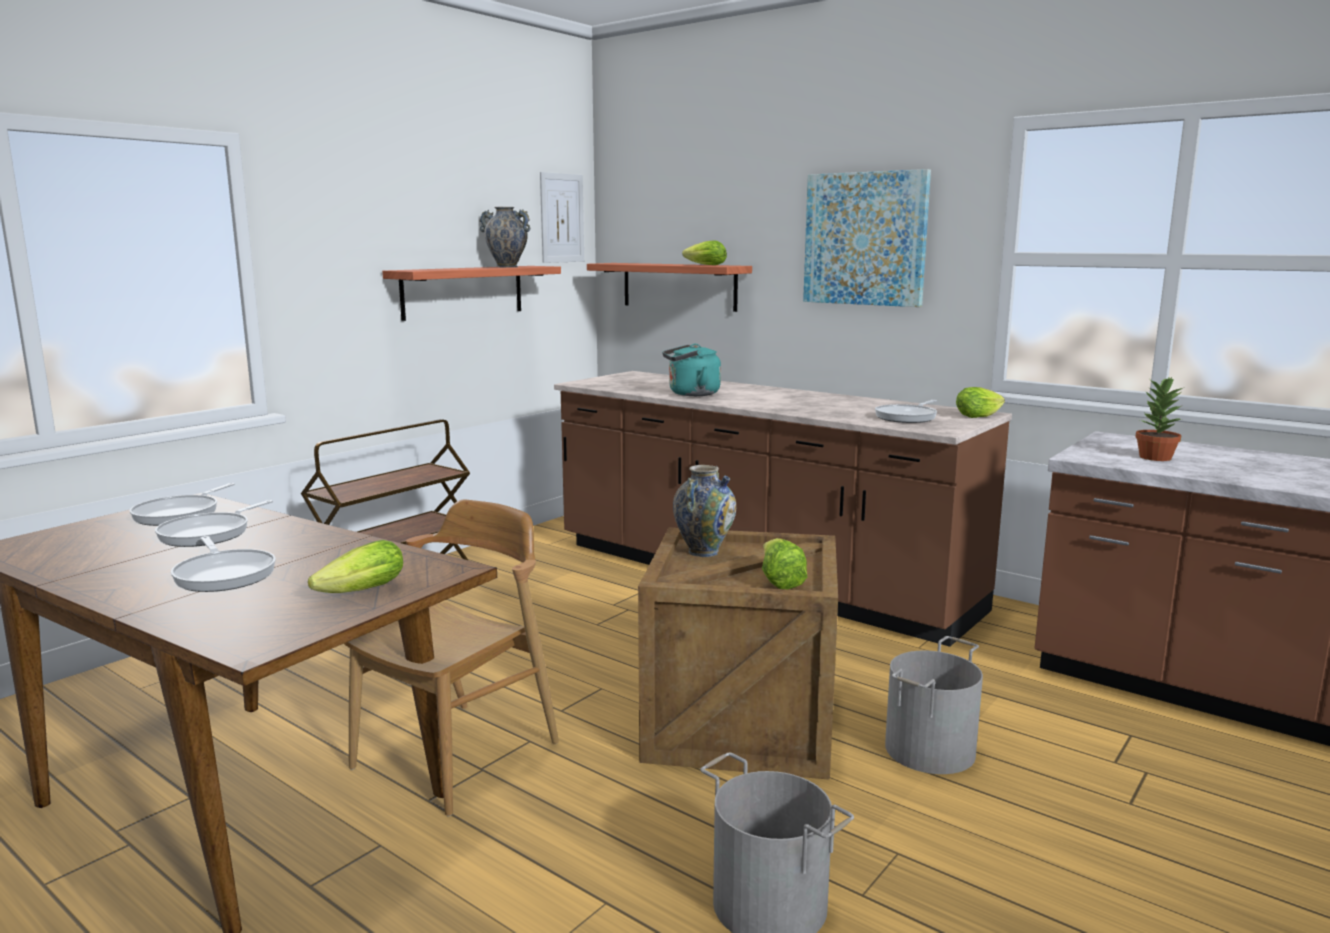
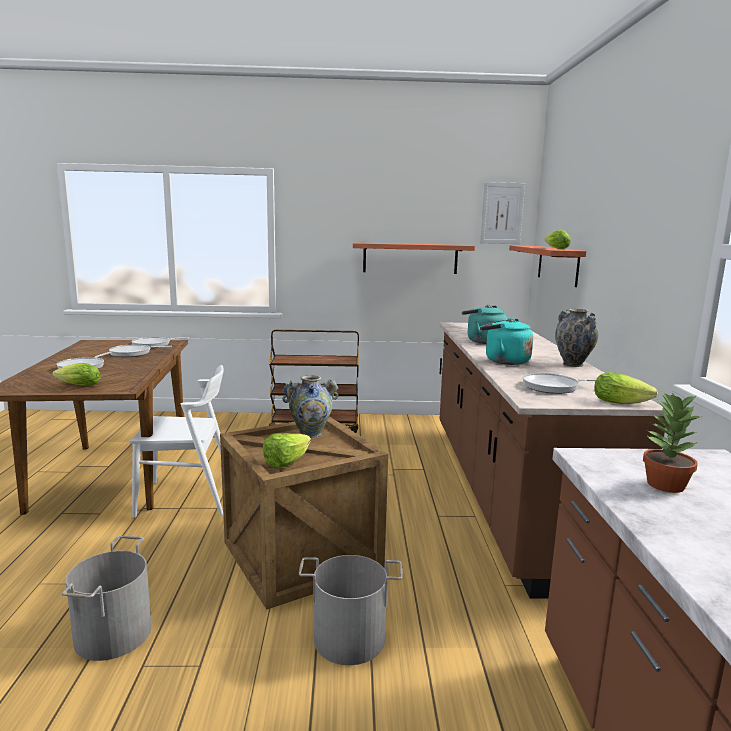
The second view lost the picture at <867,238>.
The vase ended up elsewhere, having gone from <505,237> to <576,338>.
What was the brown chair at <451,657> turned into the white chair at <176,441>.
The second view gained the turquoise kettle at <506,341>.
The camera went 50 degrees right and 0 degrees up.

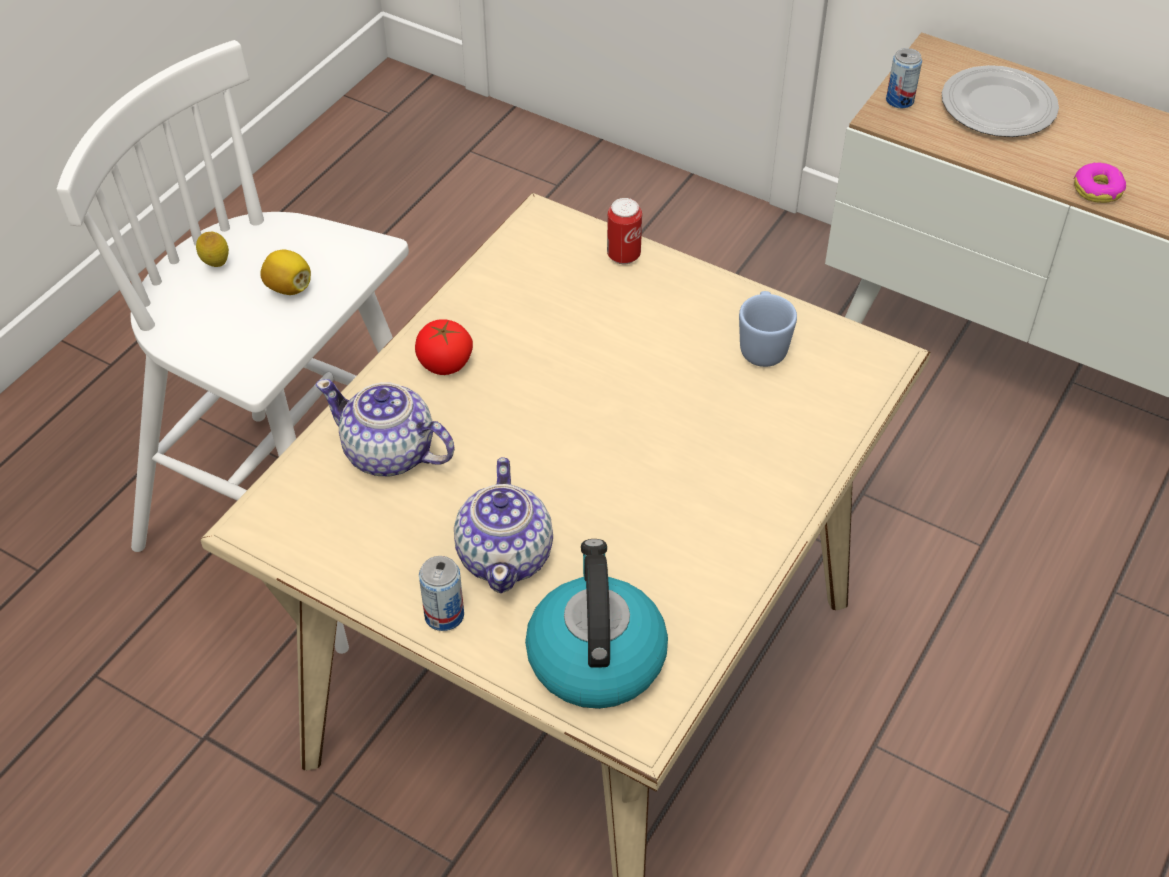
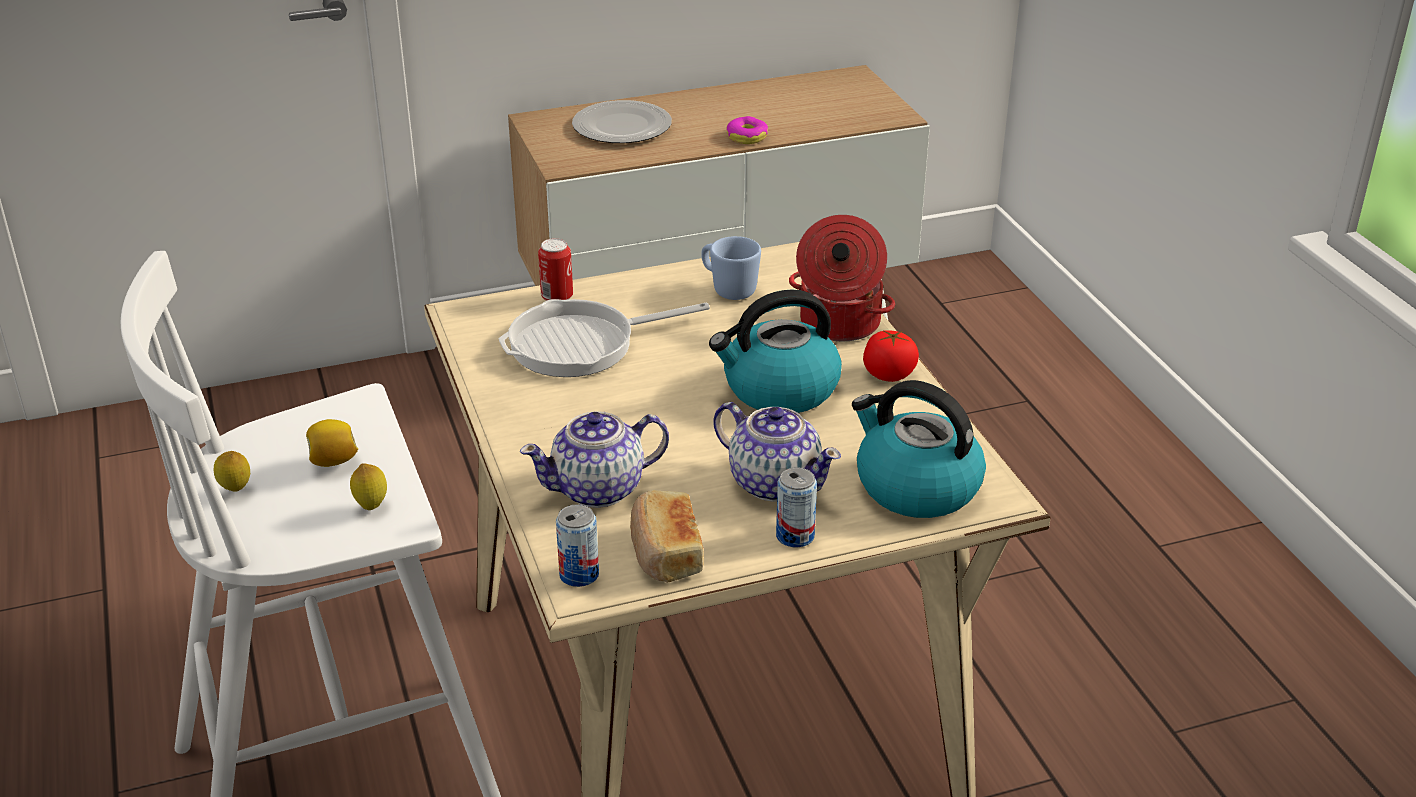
The can ended up elsewhere, having gone from <904,78> to <577,546>.
The tomato ended up elsewhere, having gone from <444,347> to <891,356>.
The second view gained the cooking pot at <842,278>.
The second view gained the kettle at <775,351>.
The second view gained the frying pan at <604,338>.
The second view gained the lemon at <368,486>.
The second view gained the bread at <667,536>.
The camera went 50 degrees left and 15 degrees down.

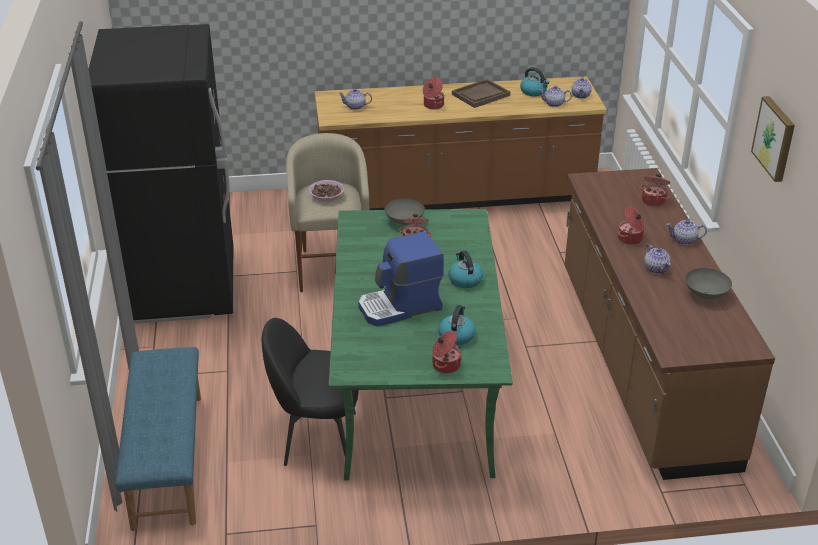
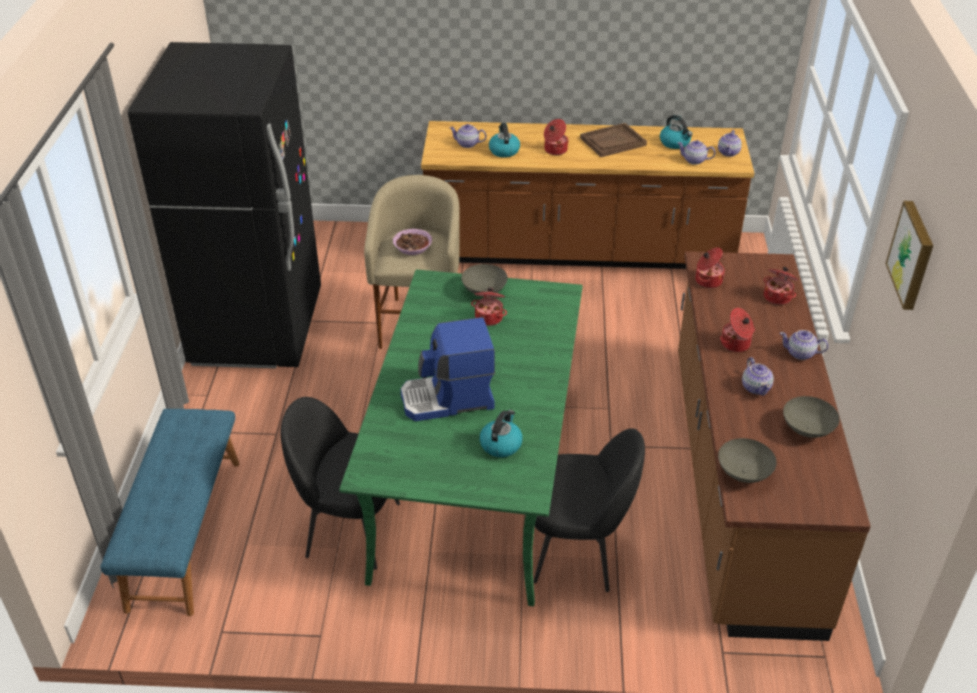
The kettle ended up elsewhere, having gone from <465,269> to <504,140>.
The cooking pot ended up elsewhere, having gone from <447,352> to <710,268>.
The second view gained the black chair at <589,510>.
The second view gained the grey bowl at <747,460>.
The camera went 10 degrees right and 5 degrees up.

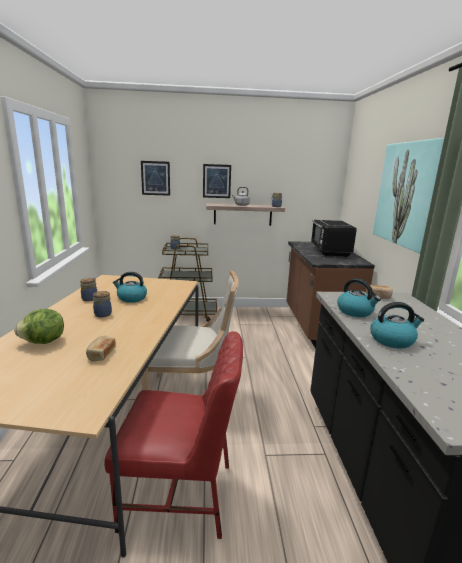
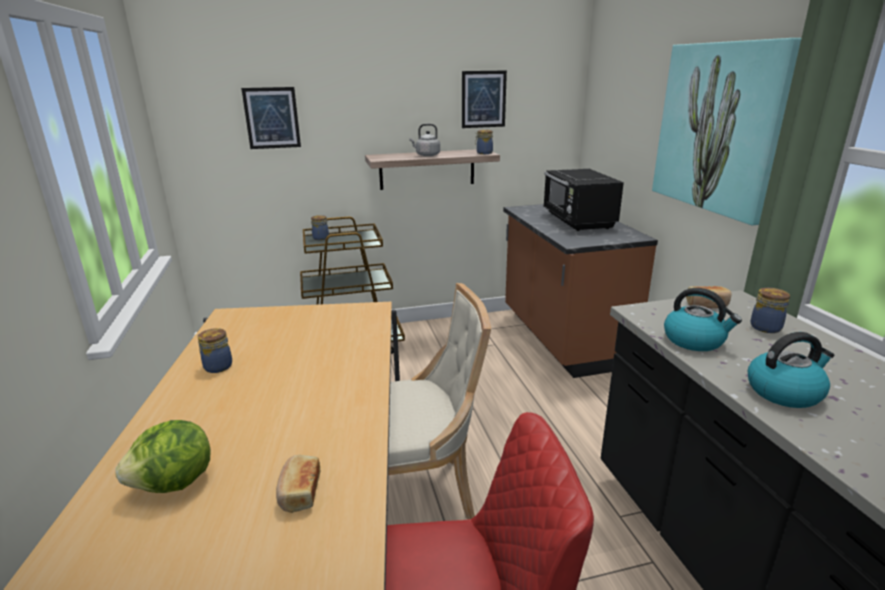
The picture ended up elsewhere, having gone from <217,181> to <484,99>.
The second view lost the kettle at <130,287>.
The jar ended up elsewhere, having gone from <102,304> to <770,310>.
The camera went 10 degrees left and 5 degrees up.

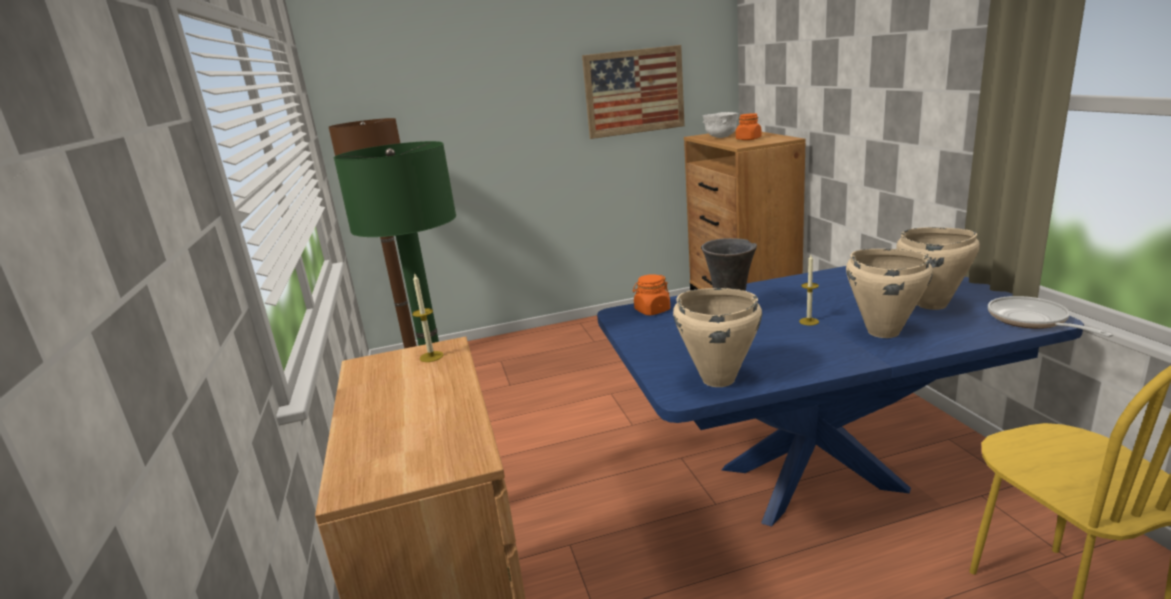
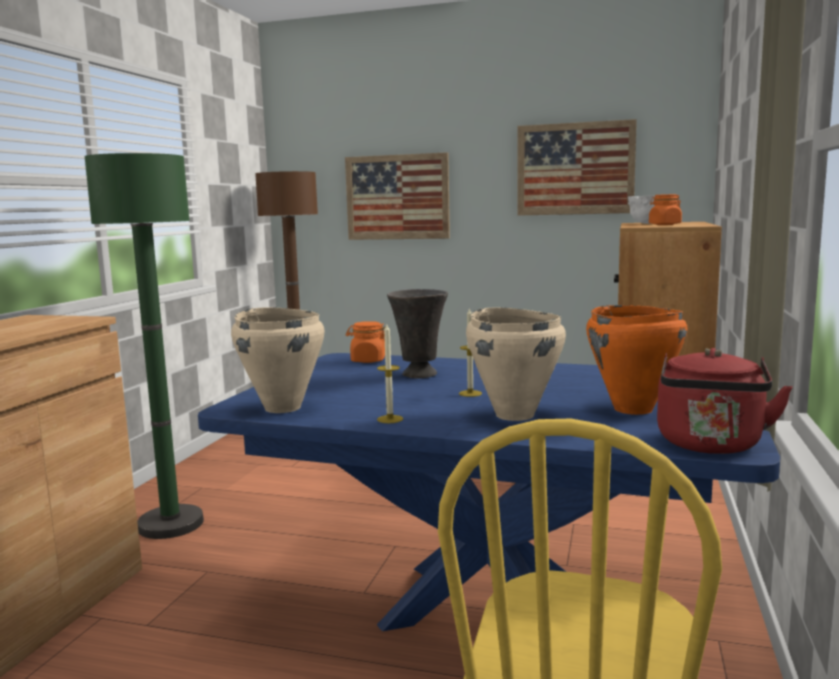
What was the beige cooking pot at <938,268> turned into the orange cooking pot at <637,360>.
The candle ended up elsewhere, having gone from <427,318> to <390,373>.
Where the frying pan stood at <1050,316>, the red kettle came to stand at <725,401>.
The second view gained the picture at <397,196>.
The camera went 30 degrees right and 10 degrees down.

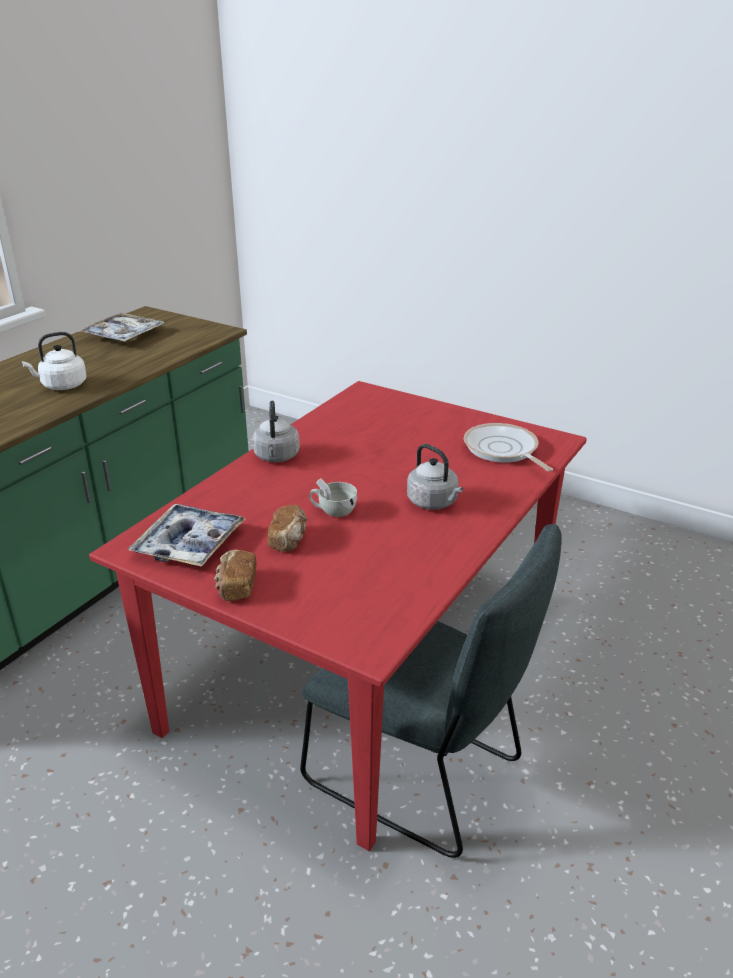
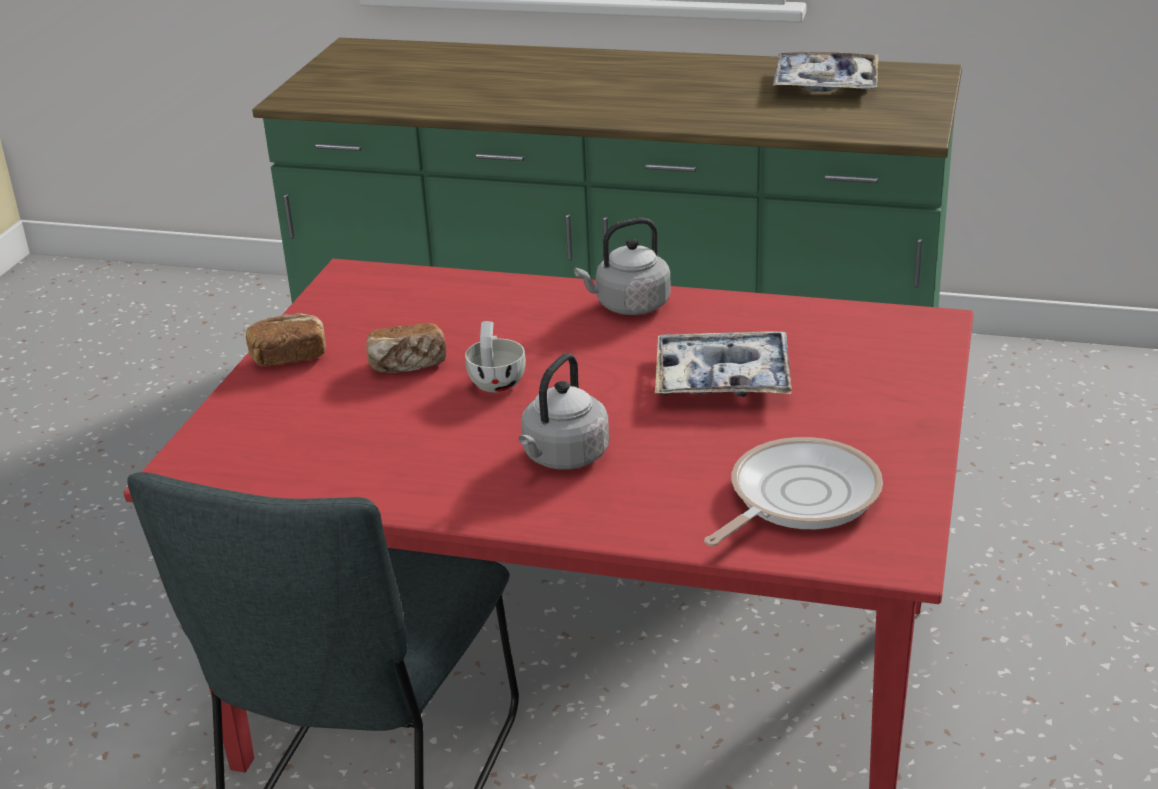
The second view lost the white kettle at <54,361>.
The tray ended up elsewhere, having gone from <186,535> to <723,364>.
The camera went 75 degrees right and 0 degrees up.

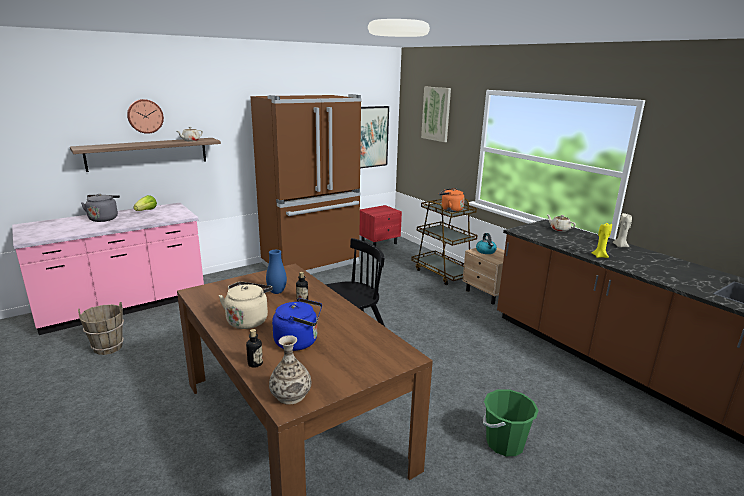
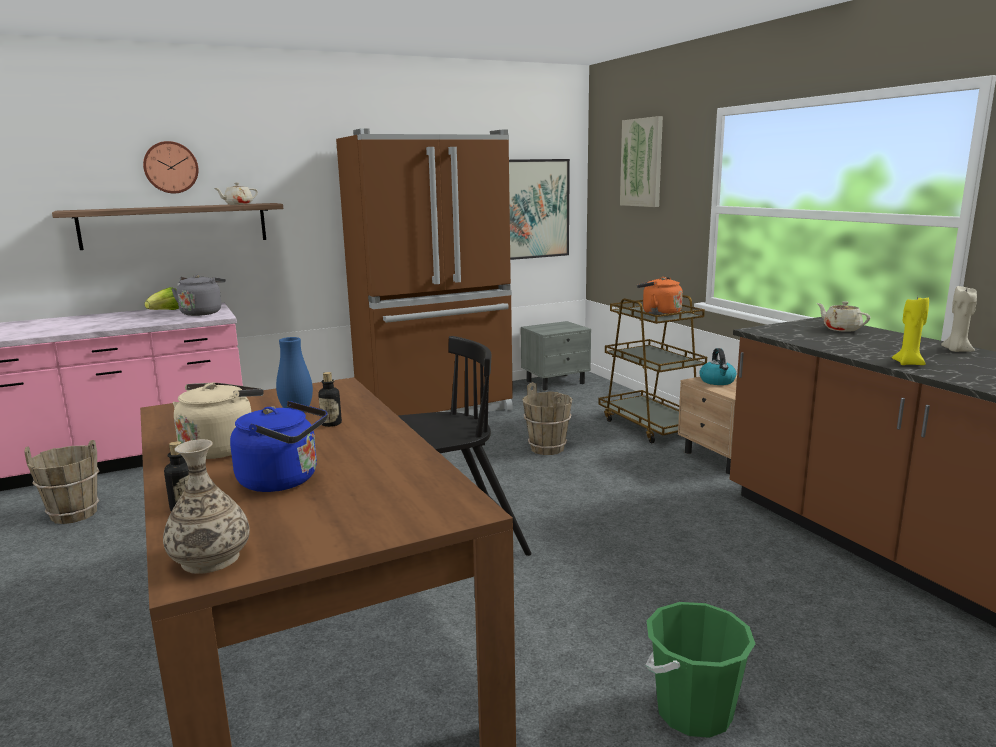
The grey kettle ended up elsewhere, having gone from <100,208> to <198,295>.
What was the red nightstand at <380,225> turned into the grey nightstand at <556,355>.
The second view gained the brown bucket at <547,418>.
The camera went 10 degrees right and 5 degrees down.

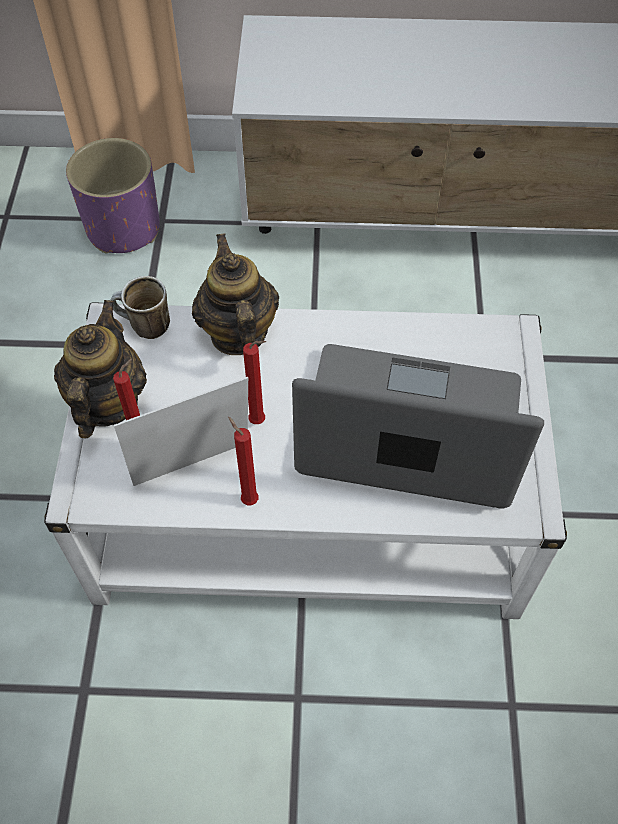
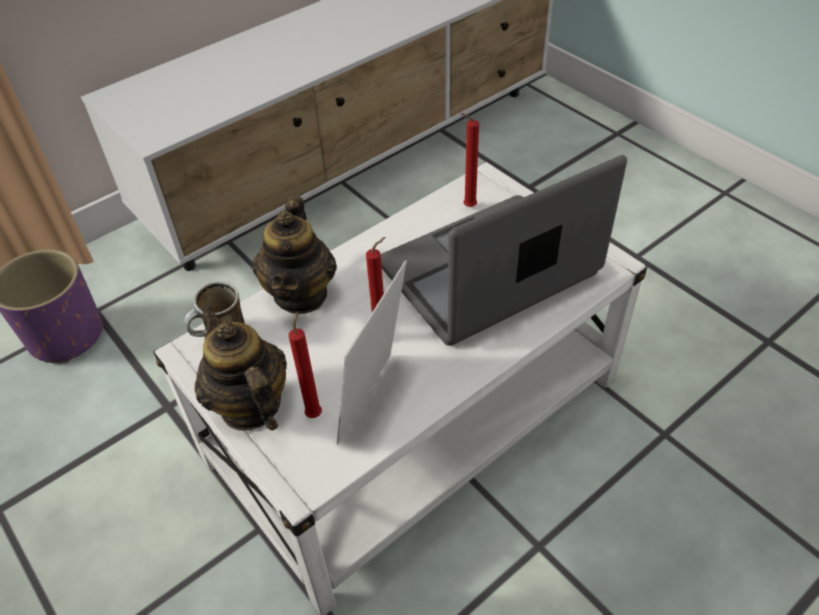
The teapot at <235,294> ended up facing another way, 120 degrees counterclockwise from before.
The red candle ended up elsewhere, having gone from <243,461> to <469,160>.
The camera went 40 degrees left and 10 degrees down.

